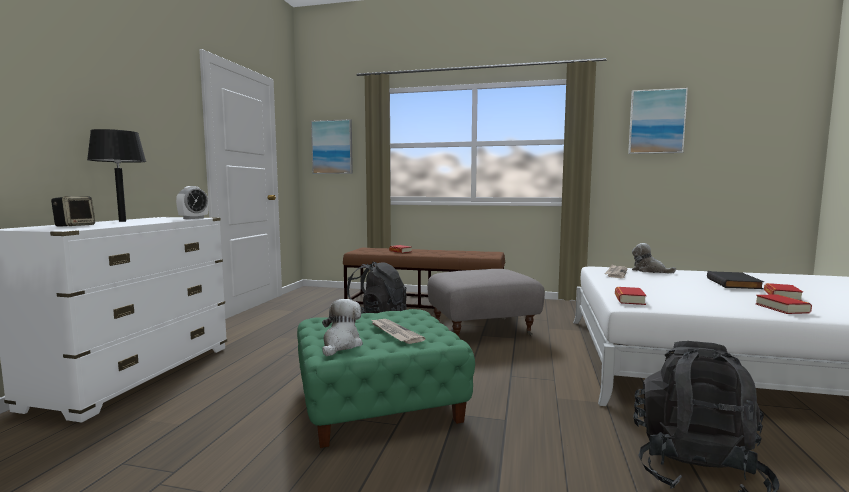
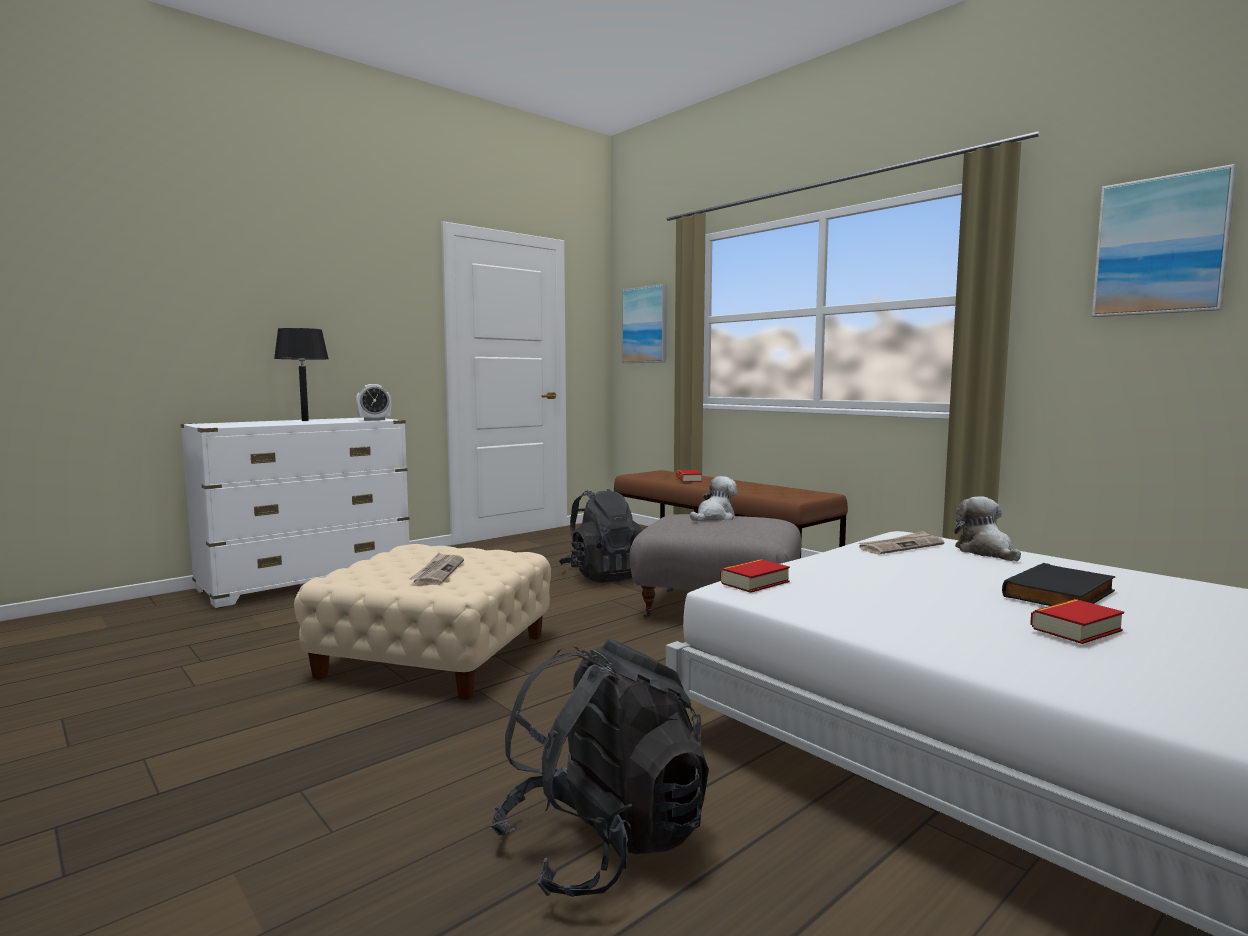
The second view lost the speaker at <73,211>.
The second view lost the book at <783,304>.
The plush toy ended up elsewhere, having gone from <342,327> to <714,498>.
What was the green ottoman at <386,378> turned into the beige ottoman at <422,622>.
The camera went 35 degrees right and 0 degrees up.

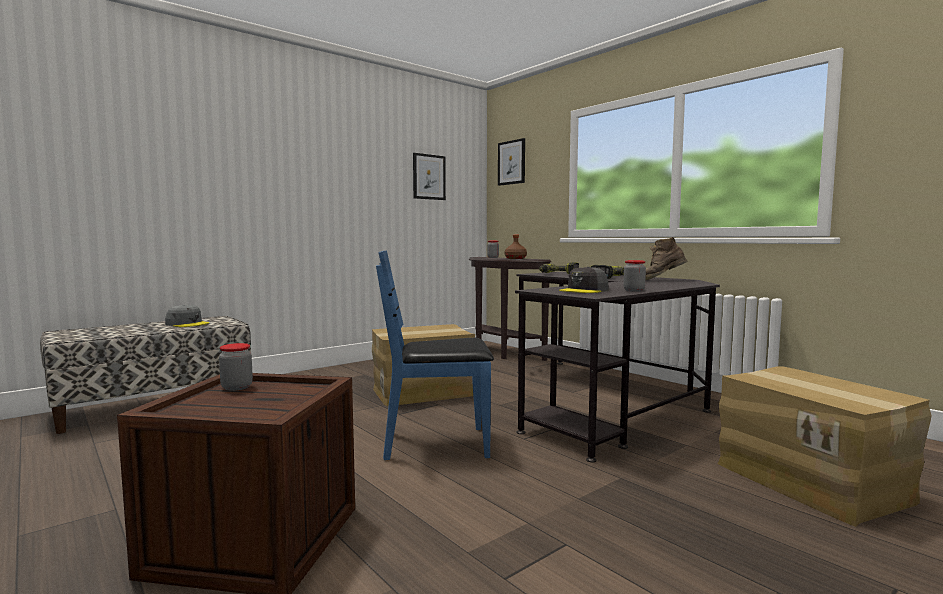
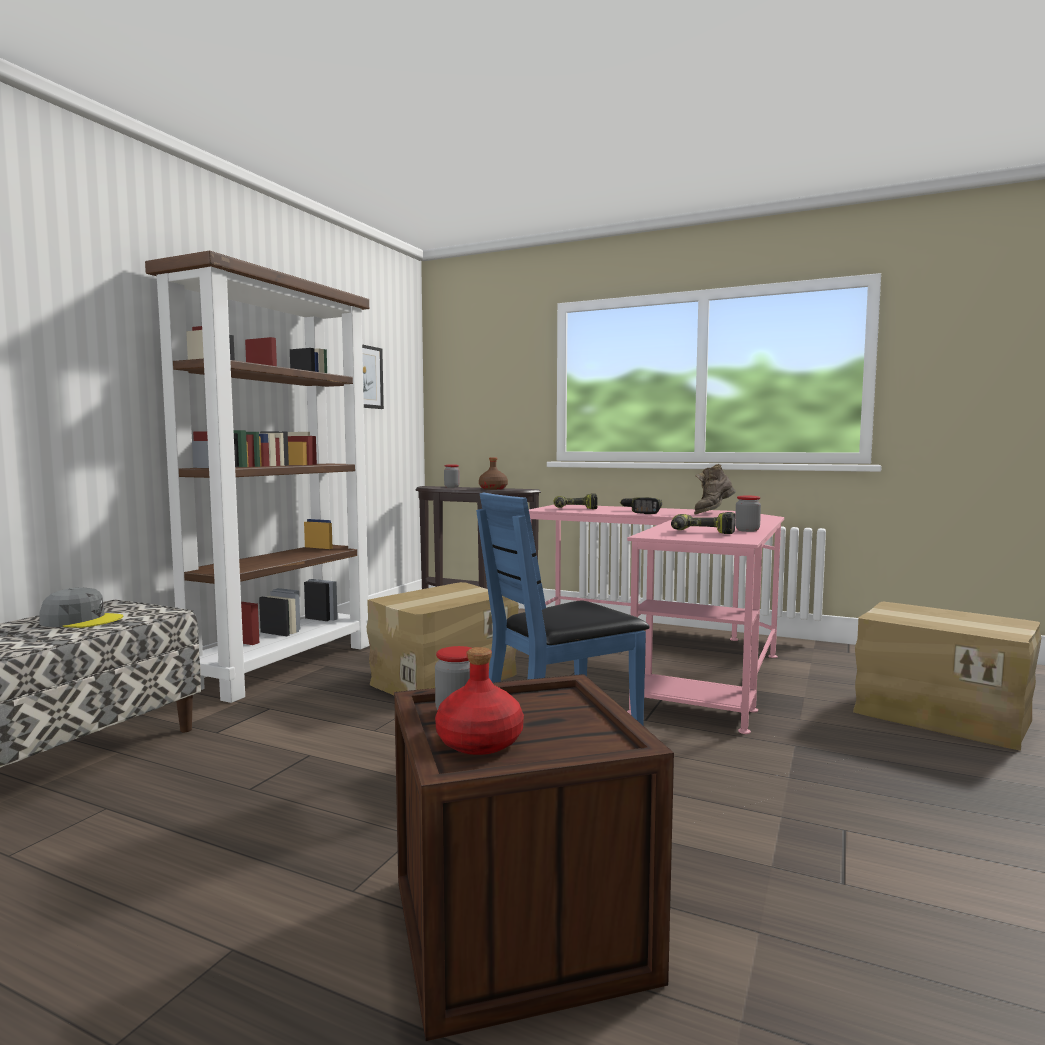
The second view lost the picture at <511,162>.
Where the grey cap stood at <583,279>, the power drill came to stand at <703,523>.
What was the black desk at <617,367> turned into the pink desk at <656,619>.
The second view gained the brown bookcase at <257,477>.
The second view gained the red bottle at <479,701>.
The camera went 25 degrees left and 0 degrees up.

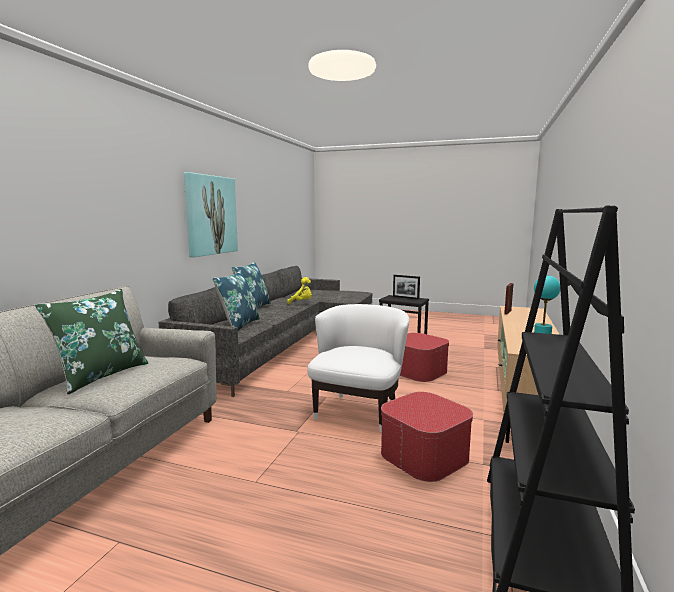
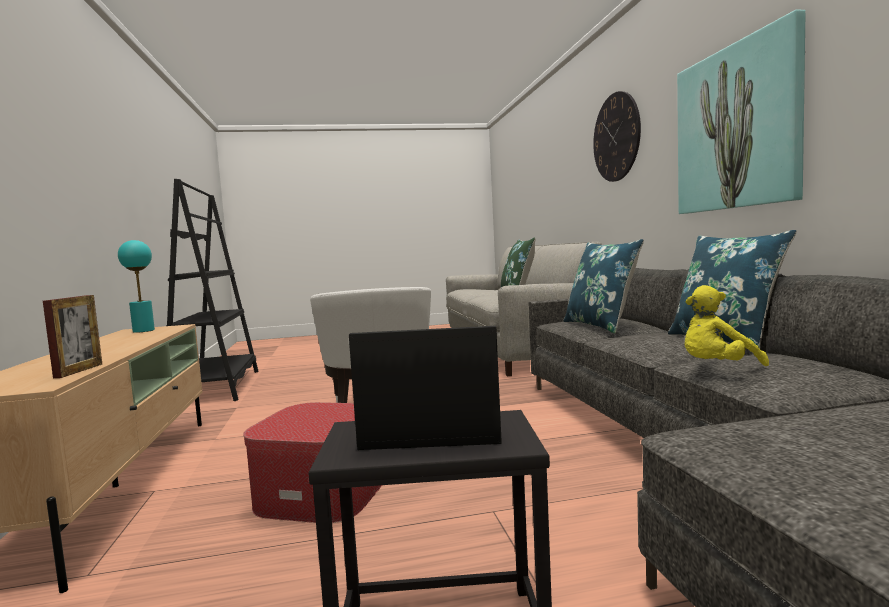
The second view lost the ottoman at <427,437>.
The second view gained the wall clock at <617,136>.
The camera went 150 degrees right and 5 degrees down.

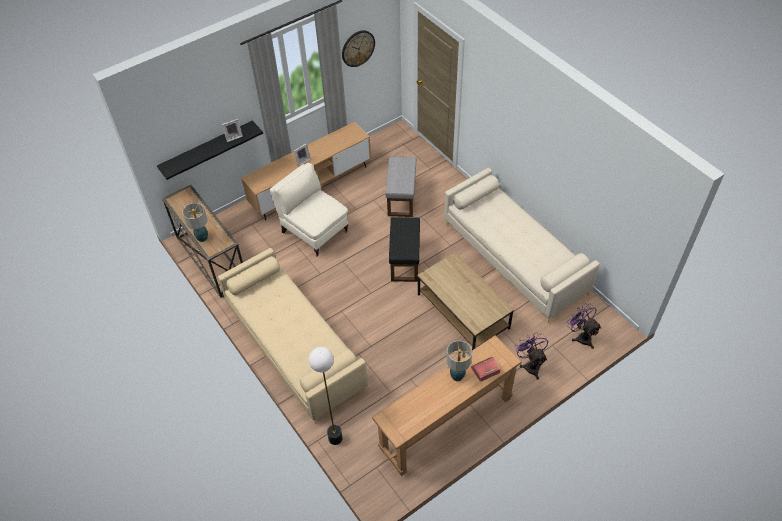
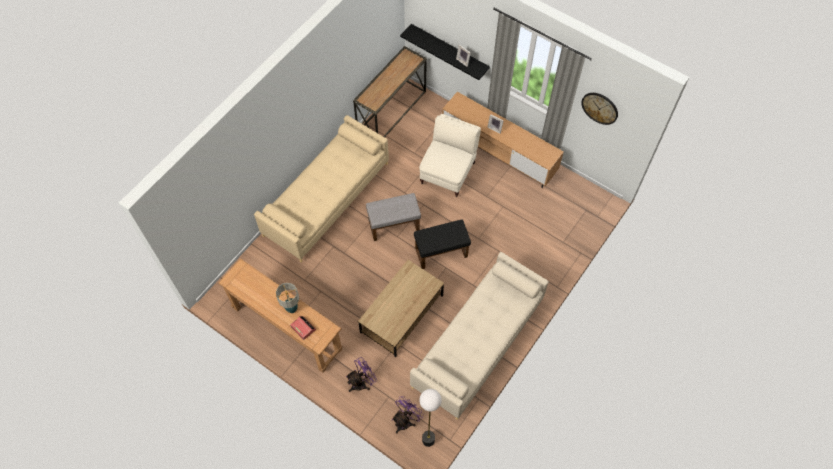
The grey ottoman ended up elsewhere, having gone from <401,186> to <393,217>.
The second view lost the table lamp at <195,222>.
The floor lamp ended up elsewhere, having gone from <326,396> to <430,418>.
The camera went 70 degrees right and 10 degrees up.

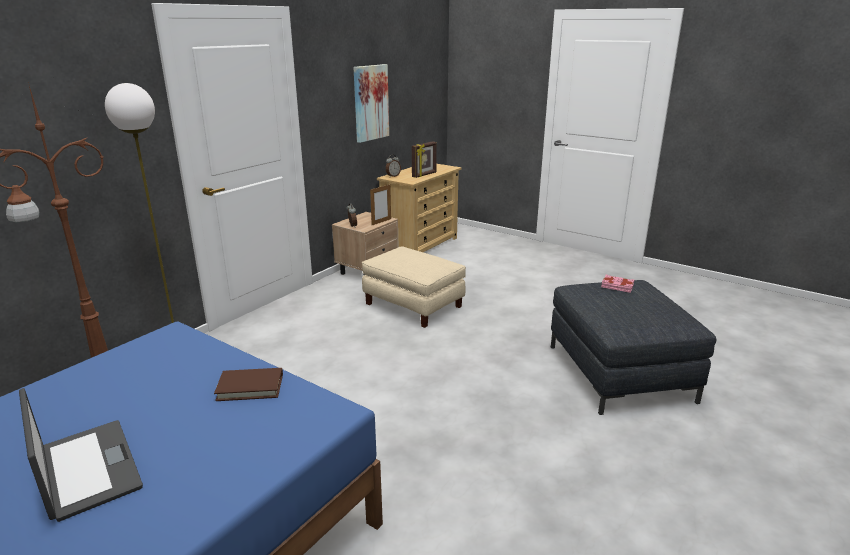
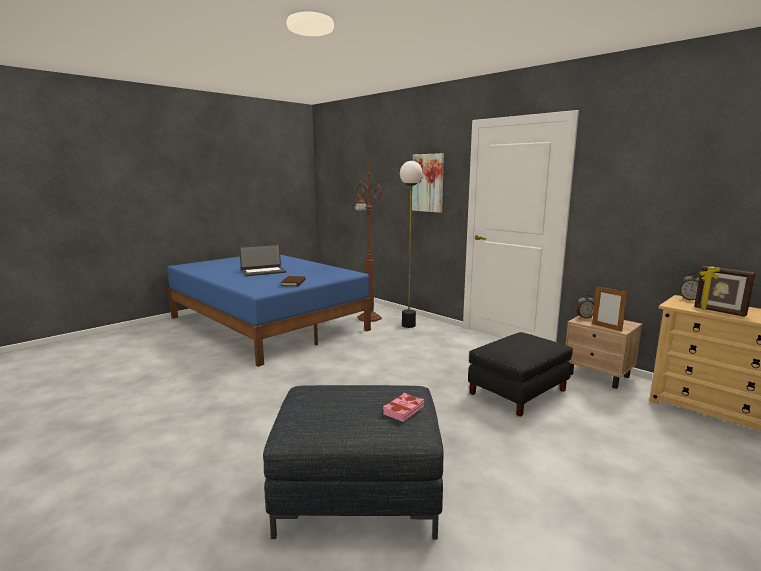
The picture ended up elsewhere, having gone from <371,103> to <428,183>.
What was the beige ottoman at <414,287> turned into the black ottoman at <520,374>.
The camera went 100 degrees right and 10 degrees down.

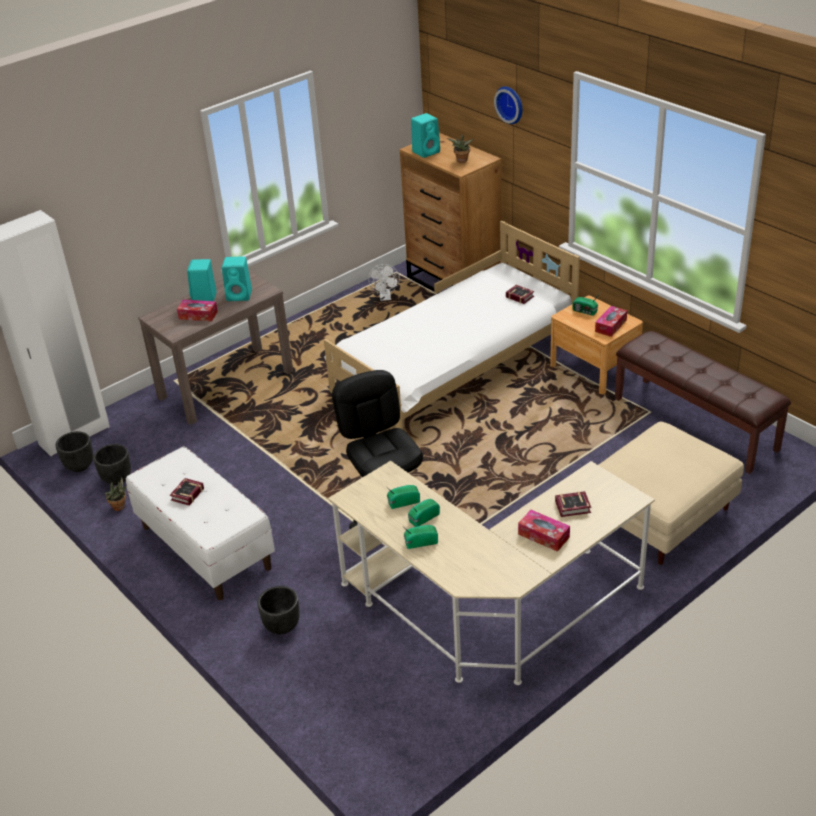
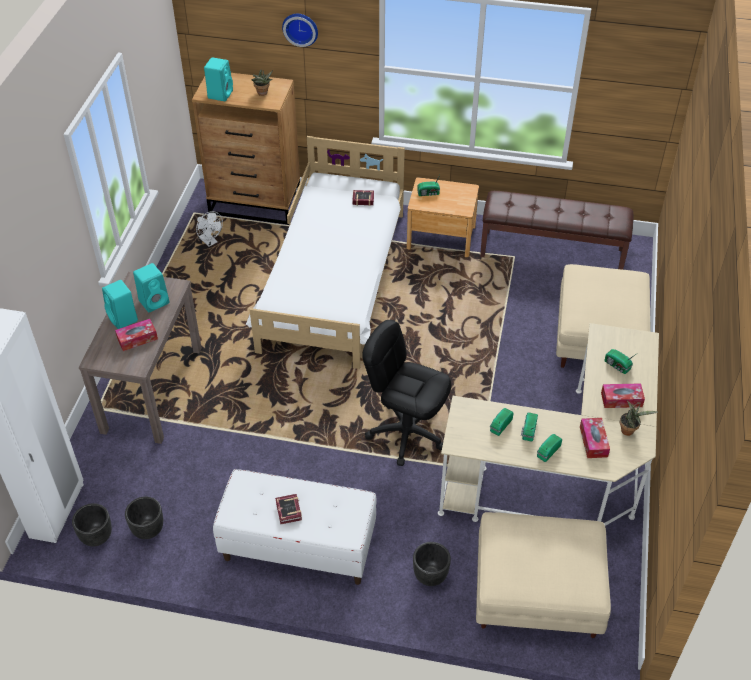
The tissue box ended up elsewhere, having gone from <611,321> to <595,438>.
The potted plant ended up elsewhere, having gone from <116,494> to <639,418>.
Where the book stood at <573,504>, the radio came to stand at <620,361>.
The second view gained the beige ottoman at <543,575>.
The camera went 40 degrees left and 10 degrees up.

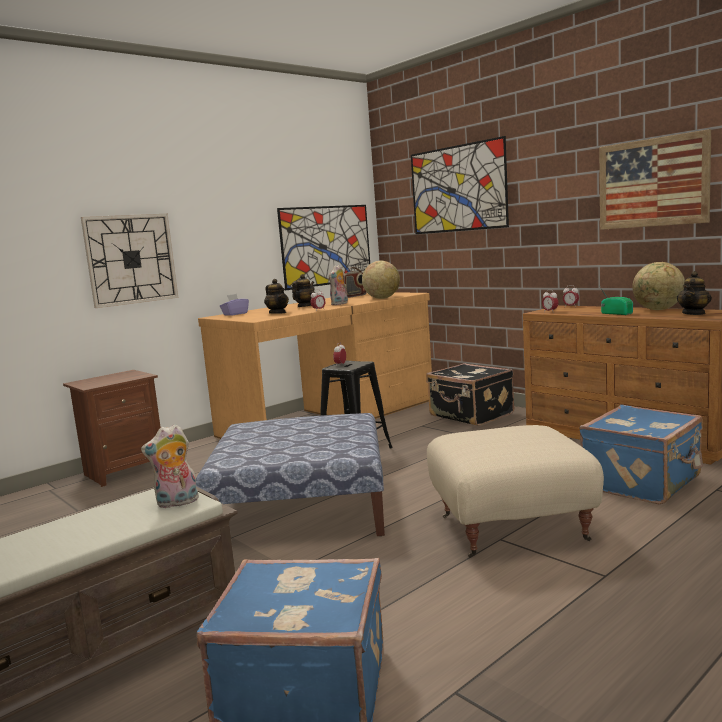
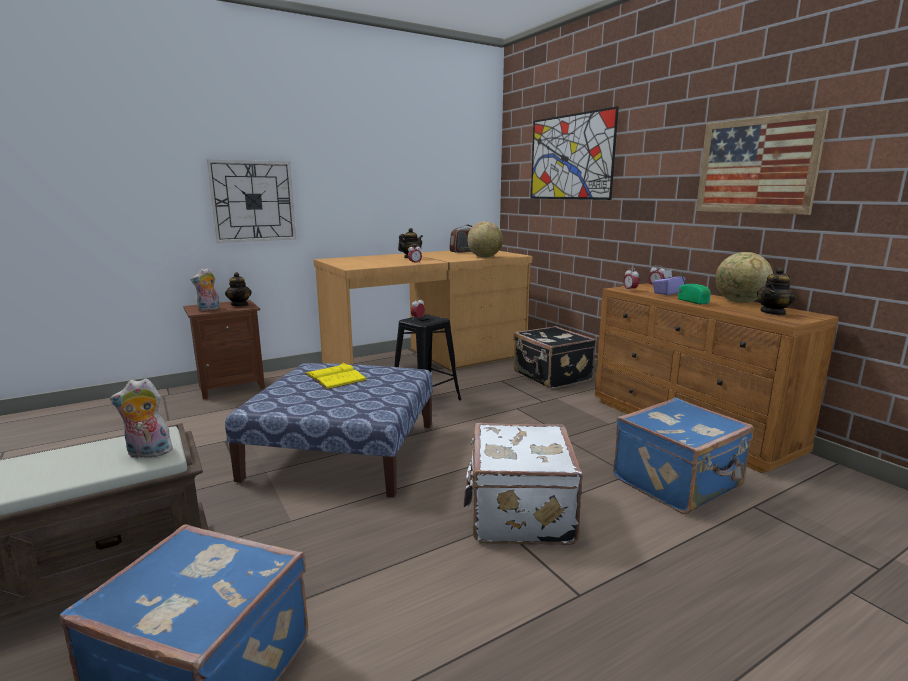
The second view lost the picture at <323,247>.
The plush toy ended up elsewhere, having gone from <338,285> to <205,289>.
The teapot ended up elsewhere, having gone from <276,296> to <238,289>.
The purple tissue box ended up elsewhere, having gone from <234,305> to <668,282>.
Where the beige ottoman stood at <515,491>, the white suitcase came to stand at <523,484>.
The second view gained the yellow book at <336,376>.
The camera went 10 degrees right and 5 degrees up.

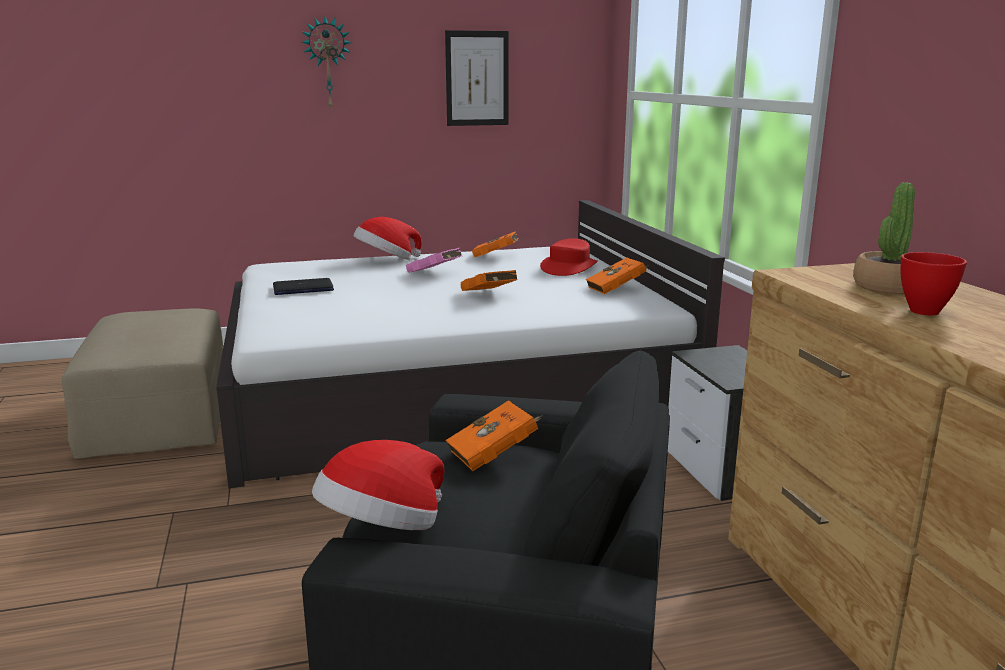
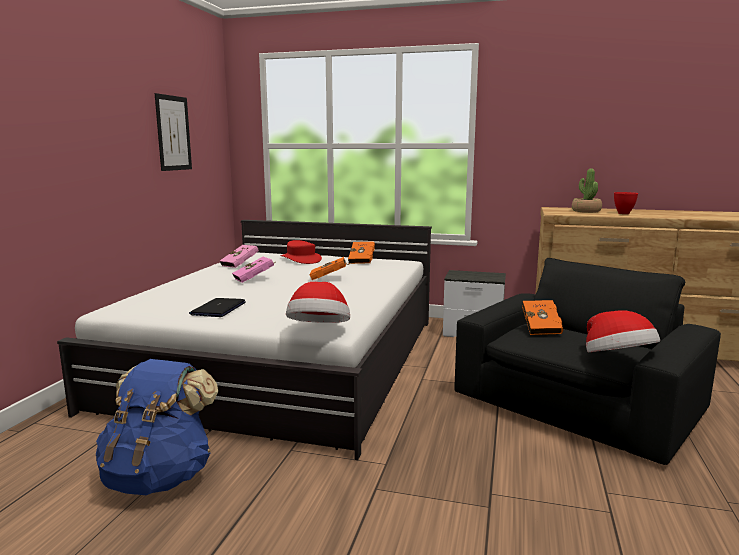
The second view lost the wall clock at <327,62>.
The hat ended up elsewhere, having gone from <388,238> to <318,302>.
What was the orange book at <496,244> turned into the pink book at <239,256>.
Where the beige ottoman stood at <142,383>, the blue backpack came to stand at <157,427>.
The camera went 60 degrees left and 5 degrees down.

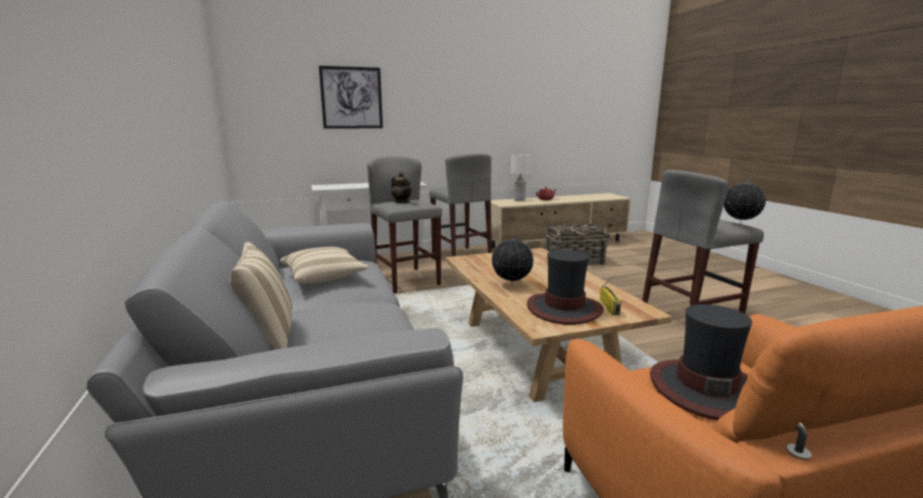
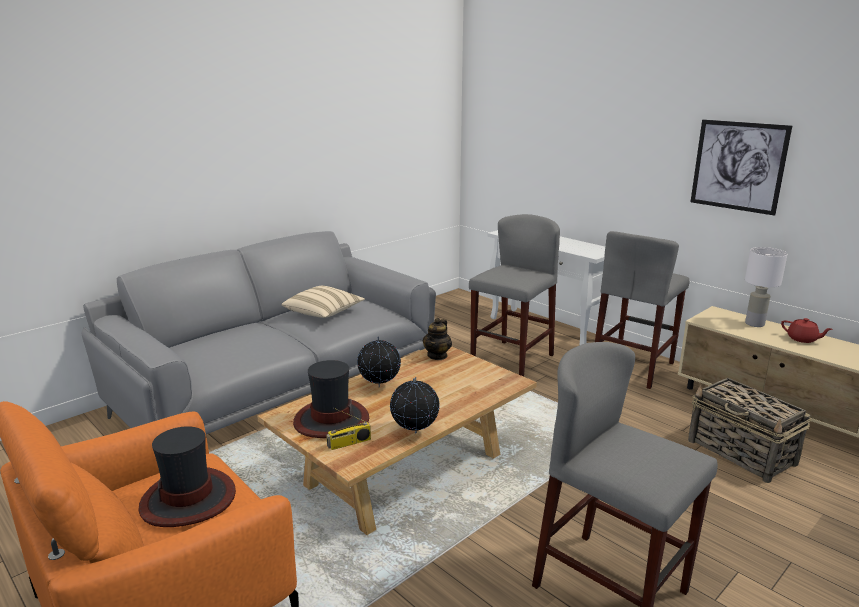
The picture ended up elsewhere, having gone from <351,97> to <741,167>.
The teapot ended up elsewhere, having gone from <401,187> to <437,339>.
The globe ended up elsewhere, having gone from <745,201> to <415,405>.
The second view lost the beige pillow at <260,295>.
The camera went 65 degrees right and 5 degrees up.

